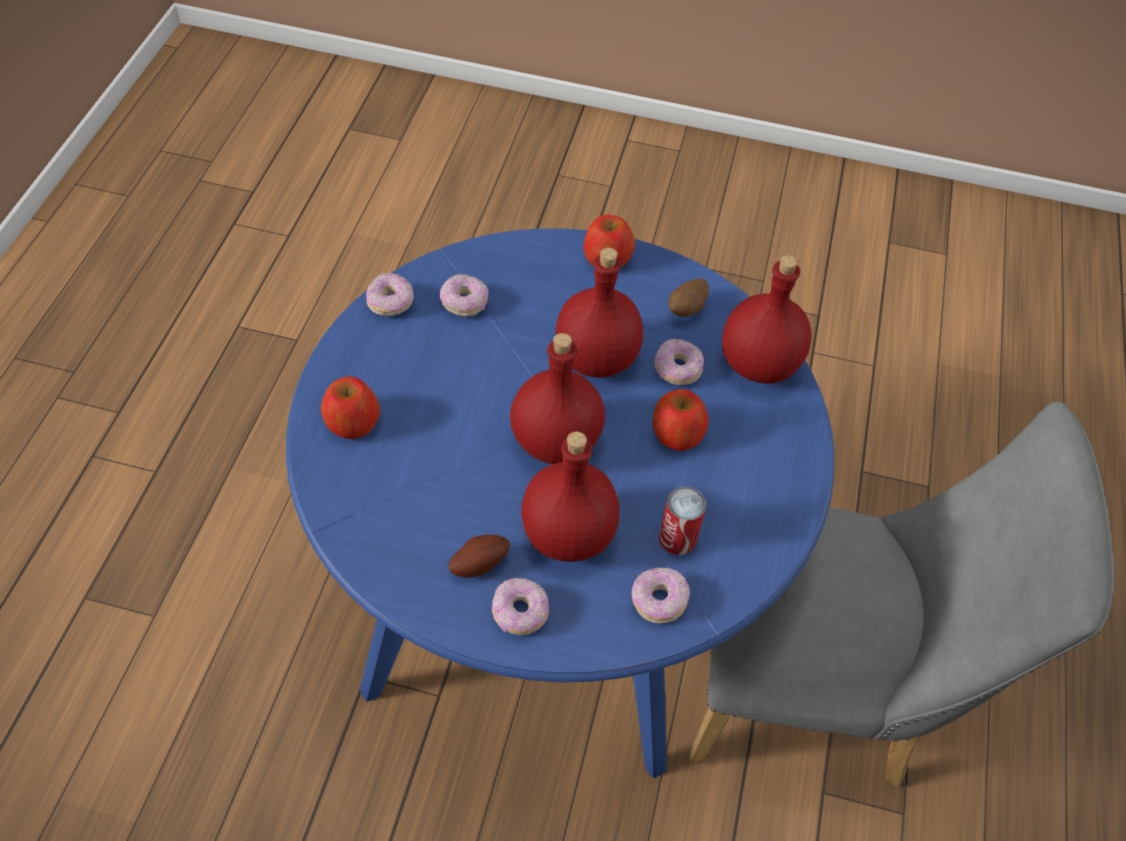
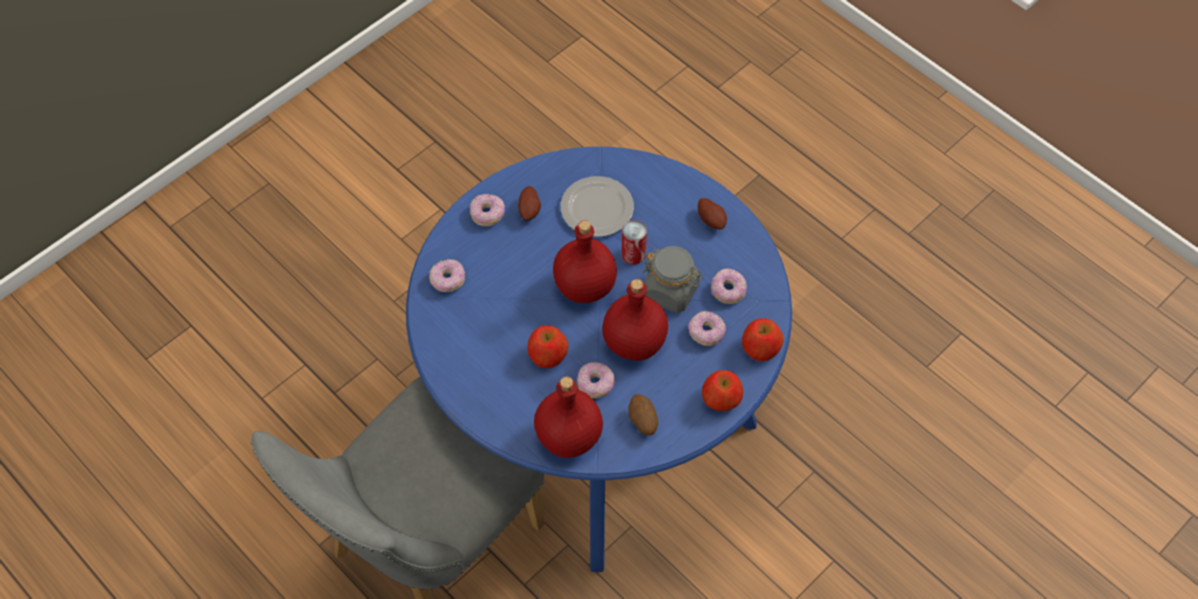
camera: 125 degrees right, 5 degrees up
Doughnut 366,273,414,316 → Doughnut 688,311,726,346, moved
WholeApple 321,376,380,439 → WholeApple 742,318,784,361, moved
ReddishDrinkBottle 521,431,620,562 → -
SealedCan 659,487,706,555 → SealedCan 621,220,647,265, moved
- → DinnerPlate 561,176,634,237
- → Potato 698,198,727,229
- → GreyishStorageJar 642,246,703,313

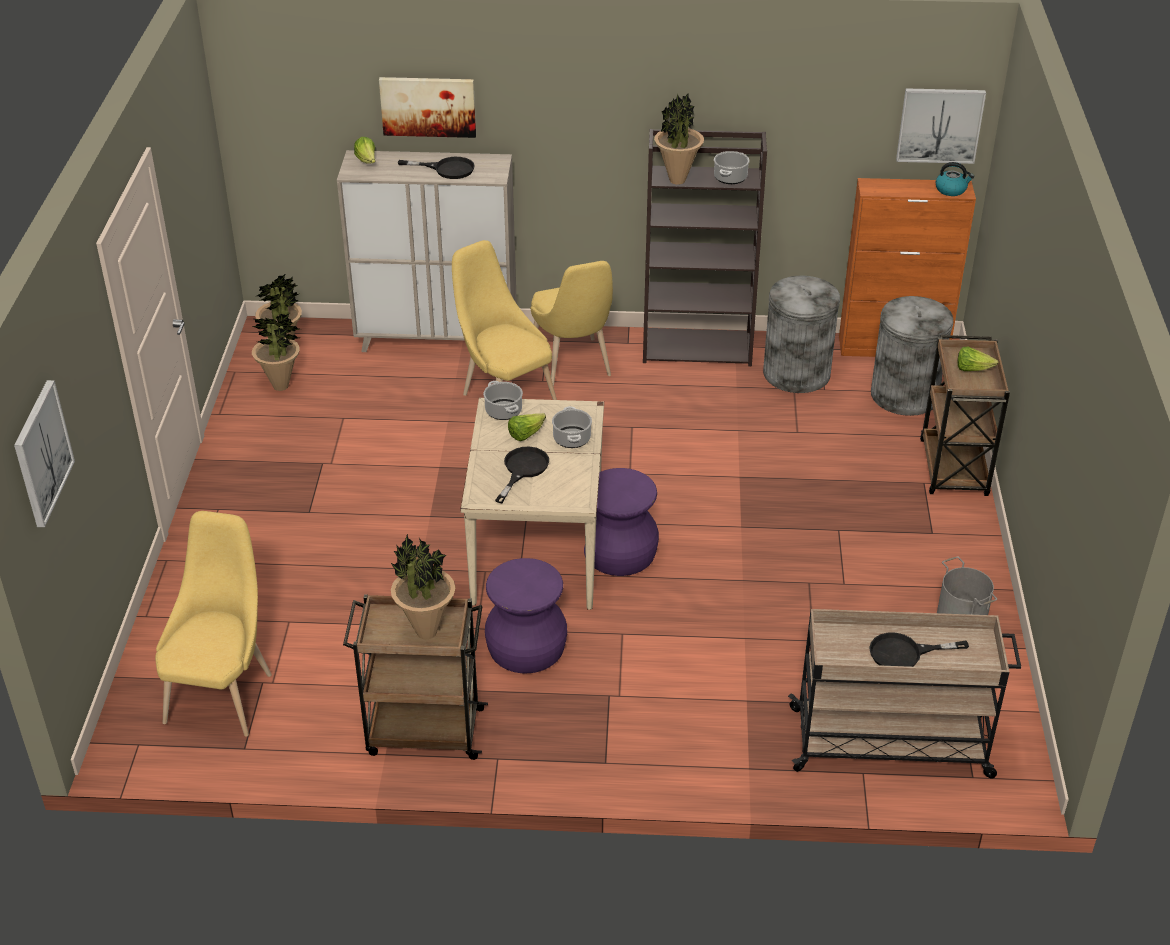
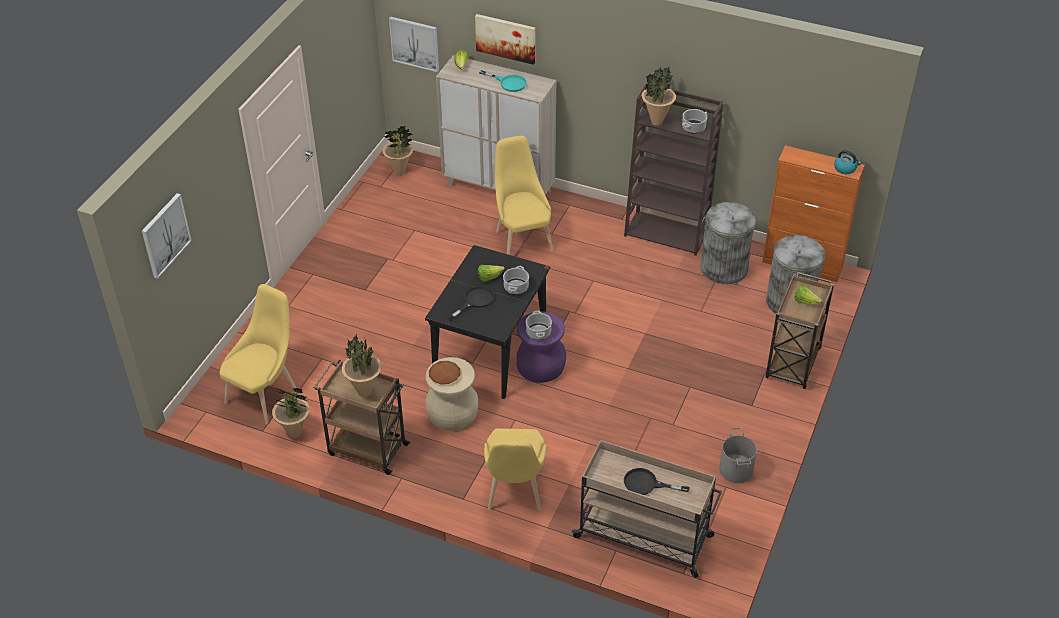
camera: 20 degrees right, 5 degrees up
WallPicture 896,88,986,164 → WallPicture 389,17,439,72, moved
BlackPan 398,157,475,179 → BlueGreenPan 479,70,527,92
YellowColouredUprightChair 531,261,613,387 → YellowColouredUprightChair 484,428,546,511, moved
Houseplant 252,314,299,391 → Houseplant 272,387,309,438, moved
CookingPot 483,381,523,420 → CookingPot 526,310,552,340, moved
BeigeKitchenTable 460,398,604,610 → BlackKitchenTable 425,245,550,399
PurpleSittingStool 485,558,567,673 → BeigeSittingStool 425,357,478,431
- → BrownColouredDinnerPlate 429,361,461,384

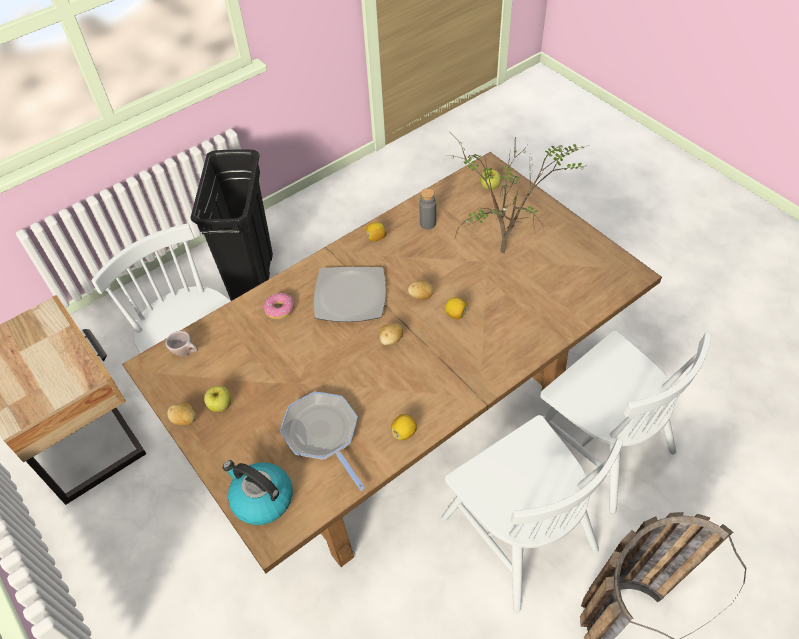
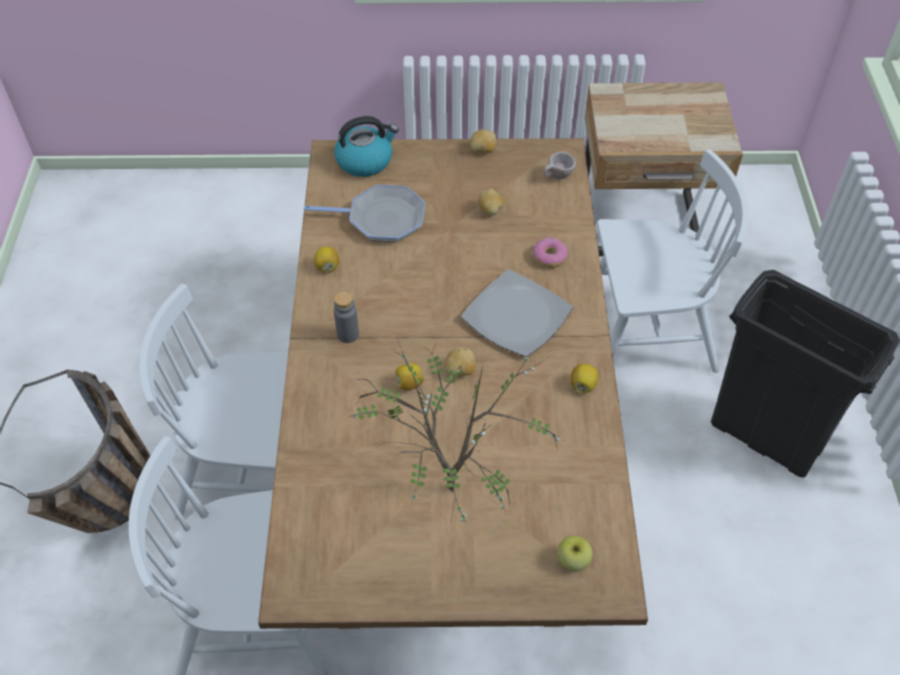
camera: 125 degrees right, 0 degrees up
GreyishDrinkBottle 419,188,436,229 → GreyishDrinkBottle 334,291,359,343, moved
Potato 379,323,403,346 → Potato 478,189,504,216, moved
WholeApple 204,386,231,412 → -

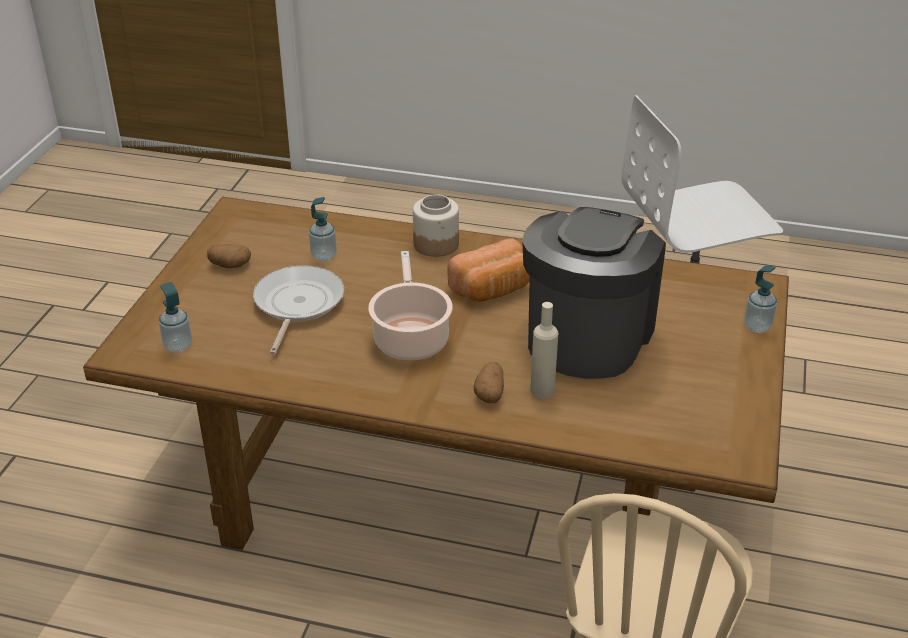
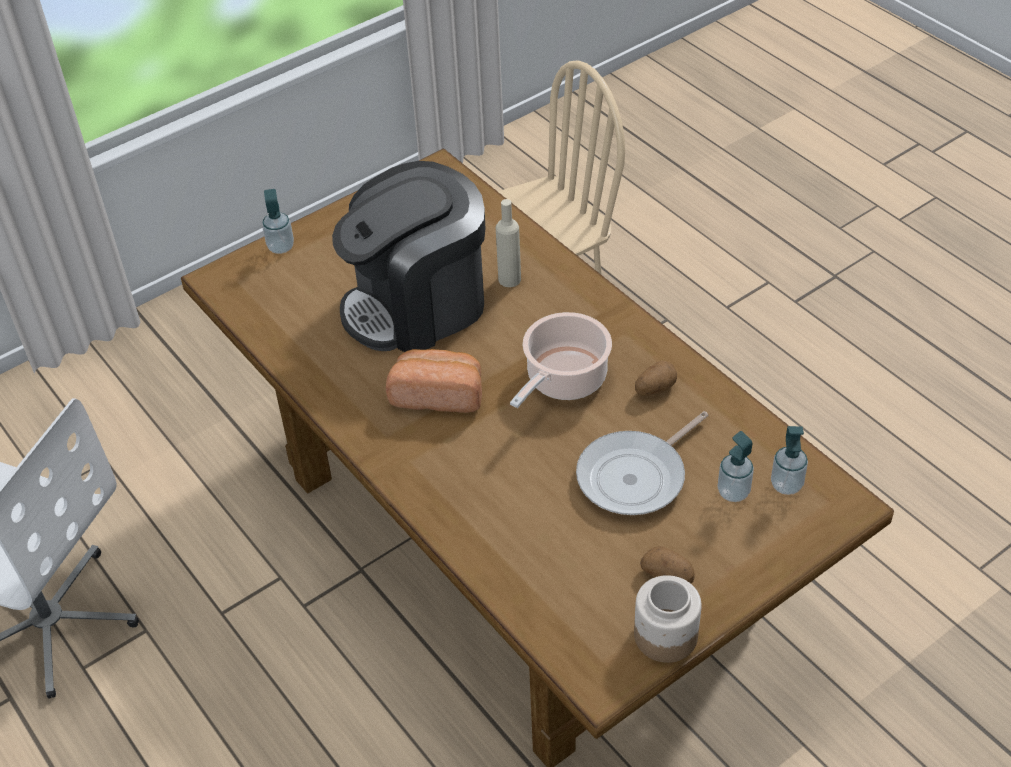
camera: 140 degrees left, 10 degrees up
StorageJar 413,194,459,257 → StorageJar 634,575,702,663, moved
LiquidSoapBottle 309,197,337,262 → LiquidSoapBottle 717,431,754,502, moved
Potato 474,362,504,404 → Potato 635,360,677,396, moved

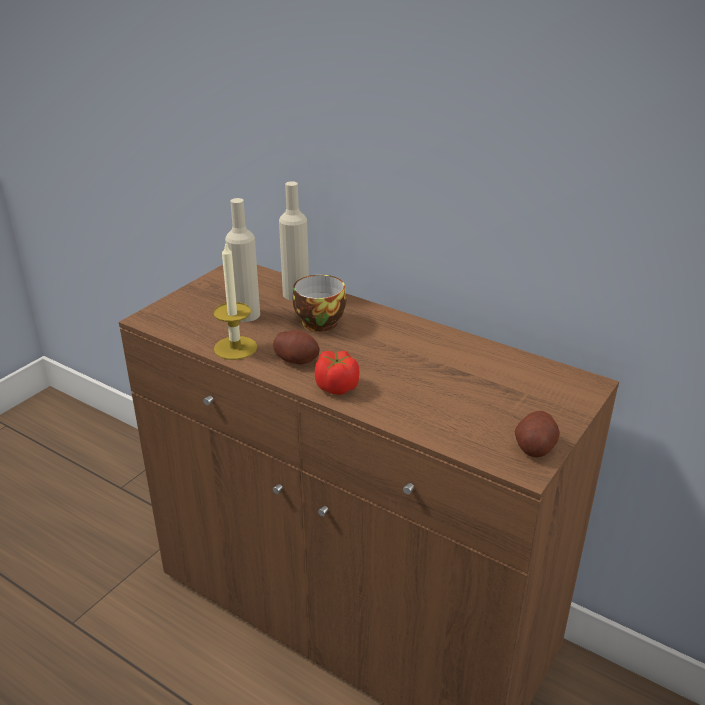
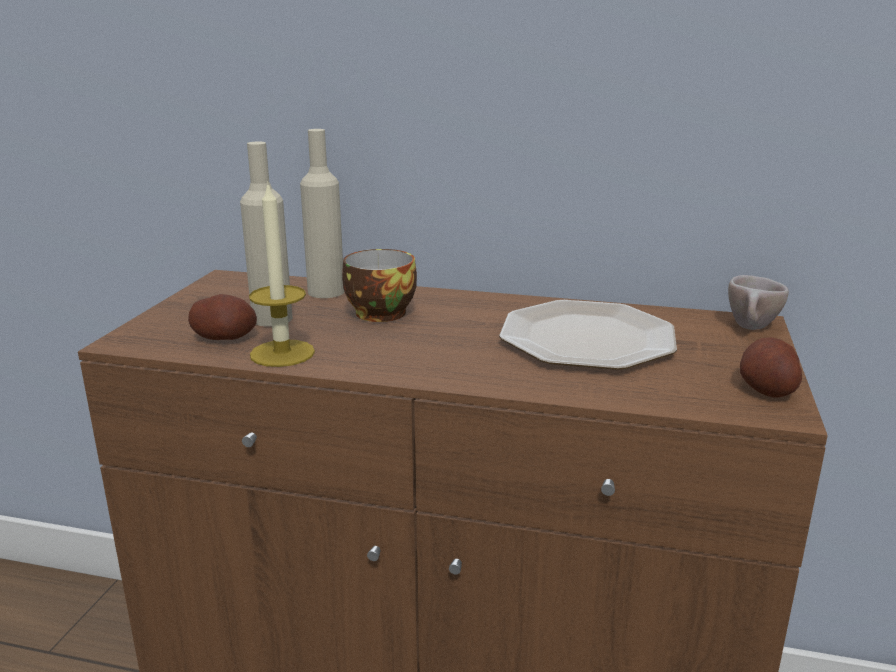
camera: 20 degrees left, 10 degrees down
Potato 273,330,320,365 → Potato 188,294,257,340, moved
WholeTomato 315,351,359,395 → -
- → BeigeDrinkingCup 728,275,789,330
- → DinnerPlate 499,300,677,370

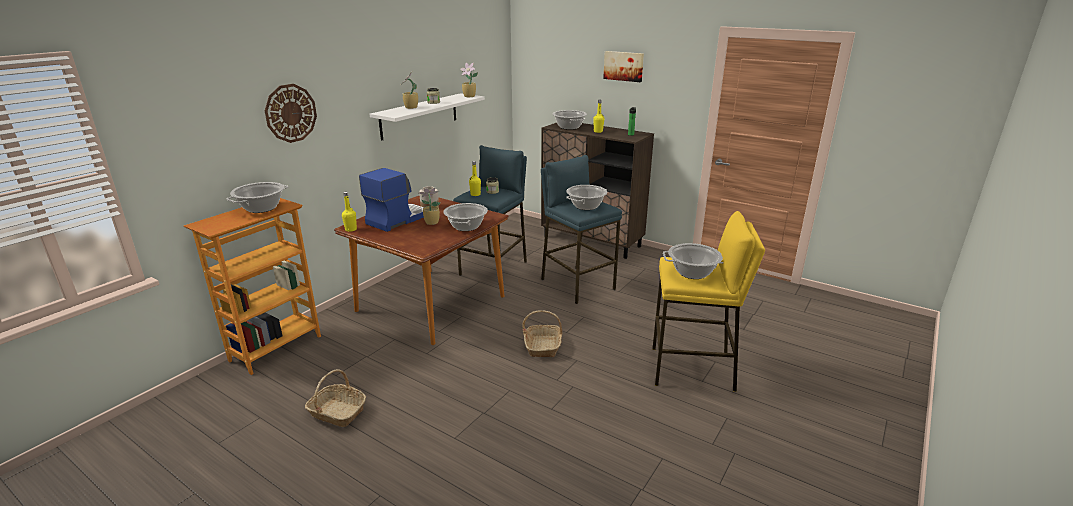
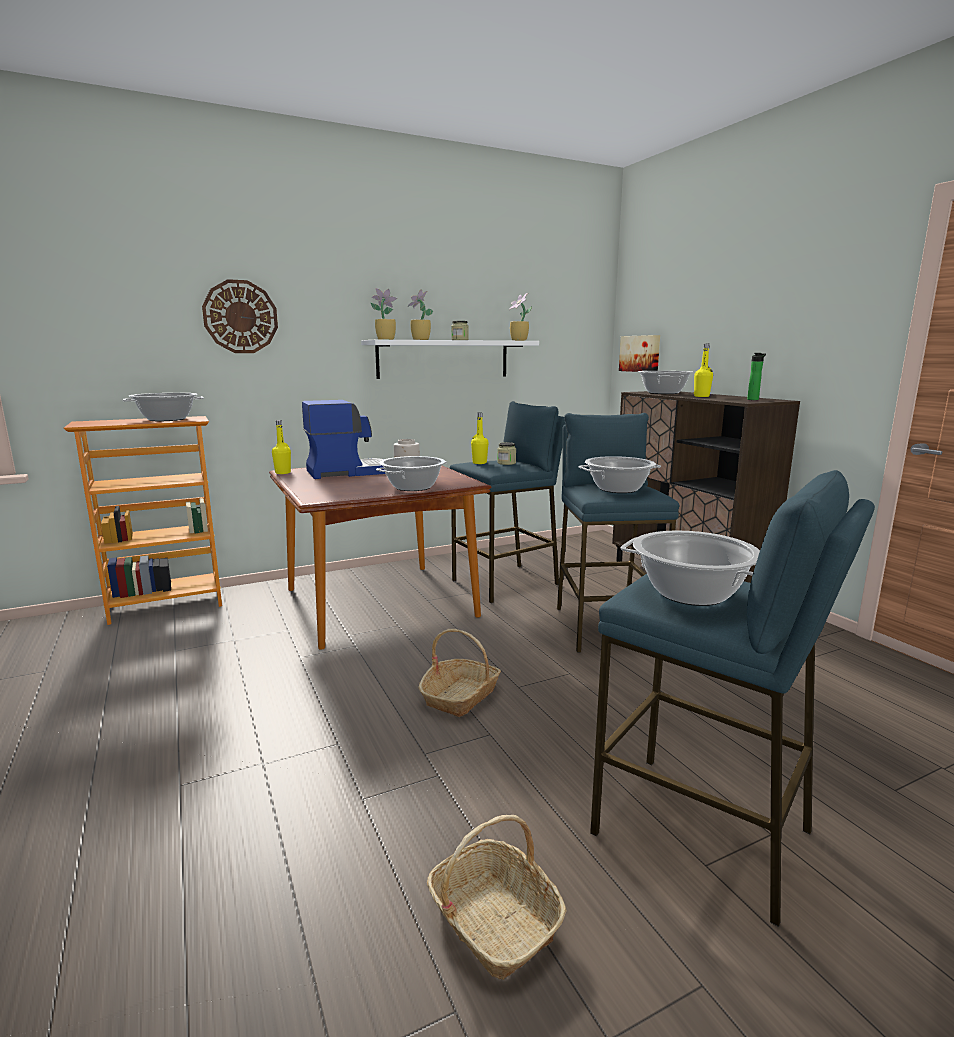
camera: 30 degrees right, 10 degrees down
WallPicture 603,51,644,82 → WallPicture 619,335,660,372, moved
Houseplant 418,188,440,225 → Houseplant 370,288,397,340, moved
YellowColouredSittingStool 652,211,765,392 → BlueSittingStool 590,470,875,927
StorageBasket 305,369,366,427 → StorageBasket 427,815,567,980, moved

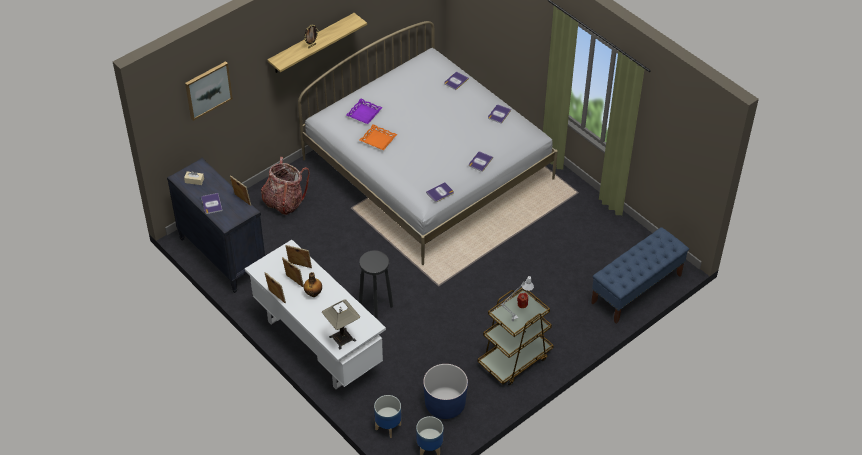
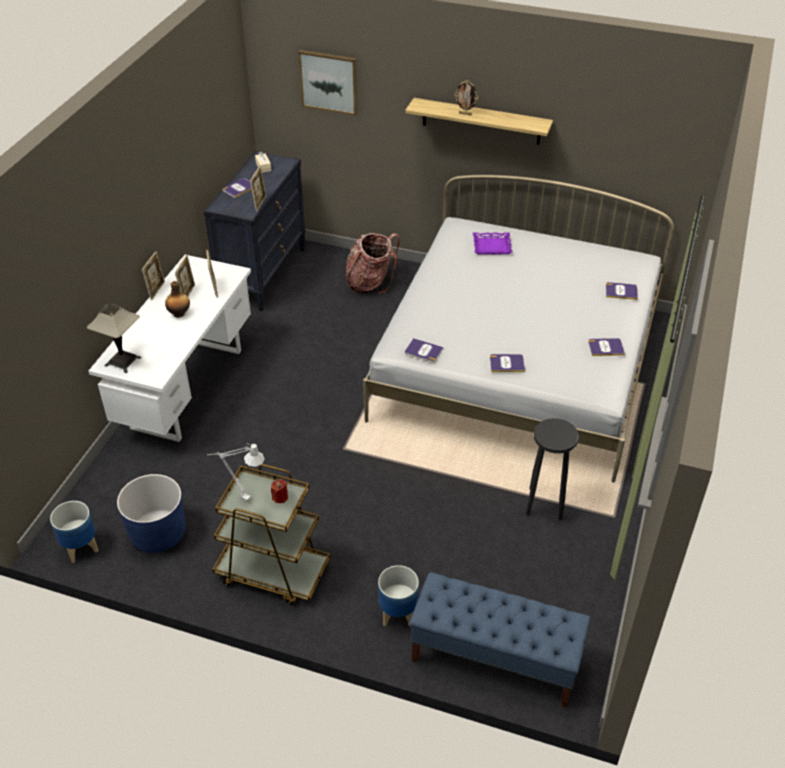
camera: 60 degrees right, 5 degrees down
OrangeyServingTray 360,124,397,150 → -
BlackSittingStool 359,250,393,320 → BlackSittingStool 526,418,579,521, moved
FlowerPot 374,395,401,438 → FlowerPot 378,565,419,626, moved

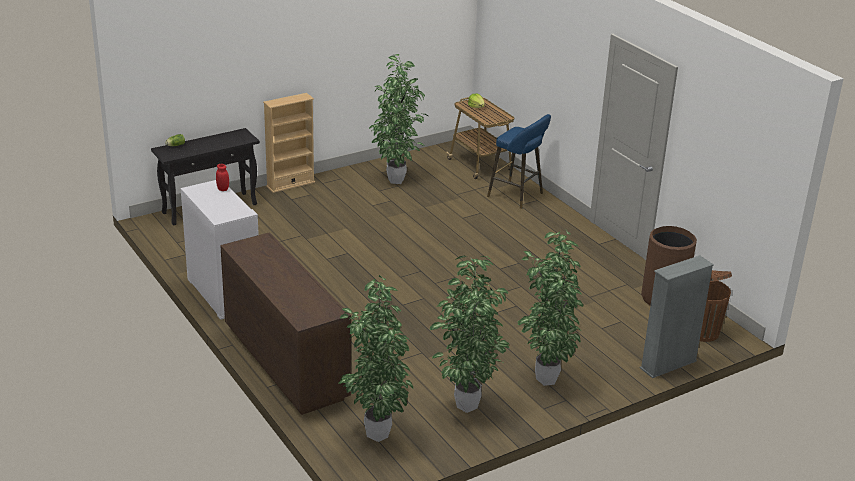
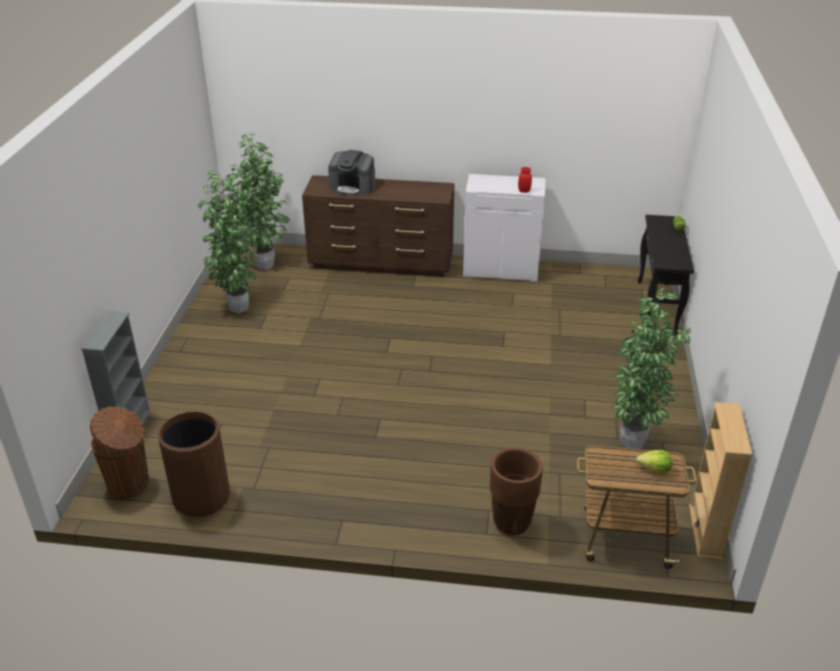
camera: 130 degrees right, 5 degrees up
BeigeBookcase 263,93,315,193 → BeigeBookcase 689,402,753,560, moved
BlueSittingStool 487,114,551,209 → BrownColouredFlowerPot 490,447,543,535
Houseplant 517,230,584,386 → -
- → CoffeeMachine 328,150,375,196

